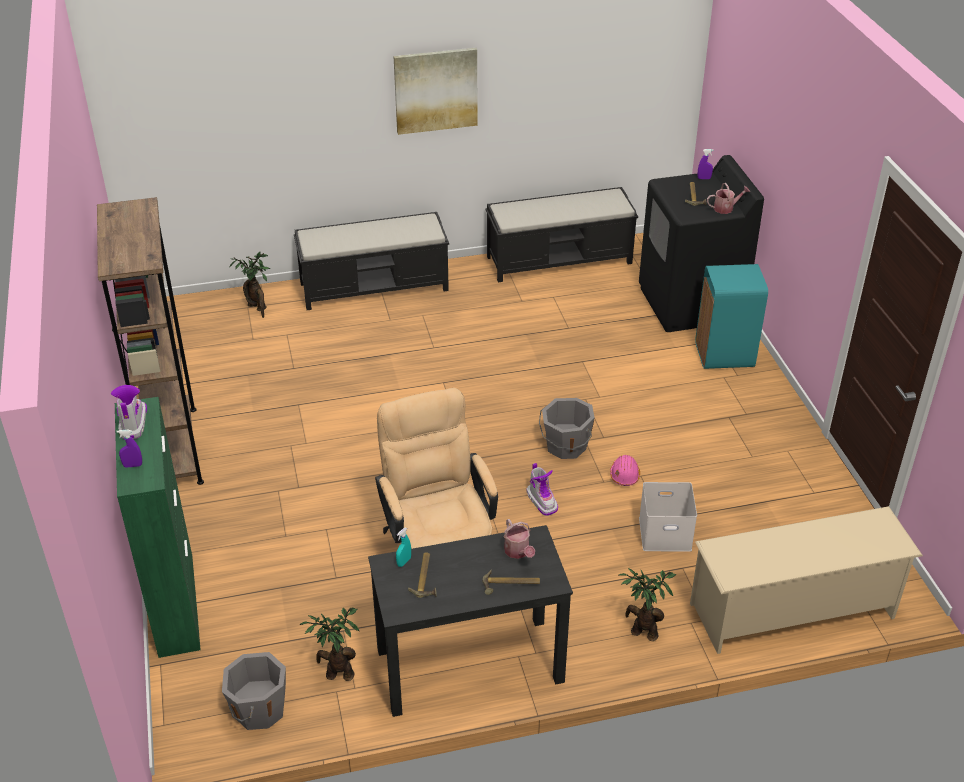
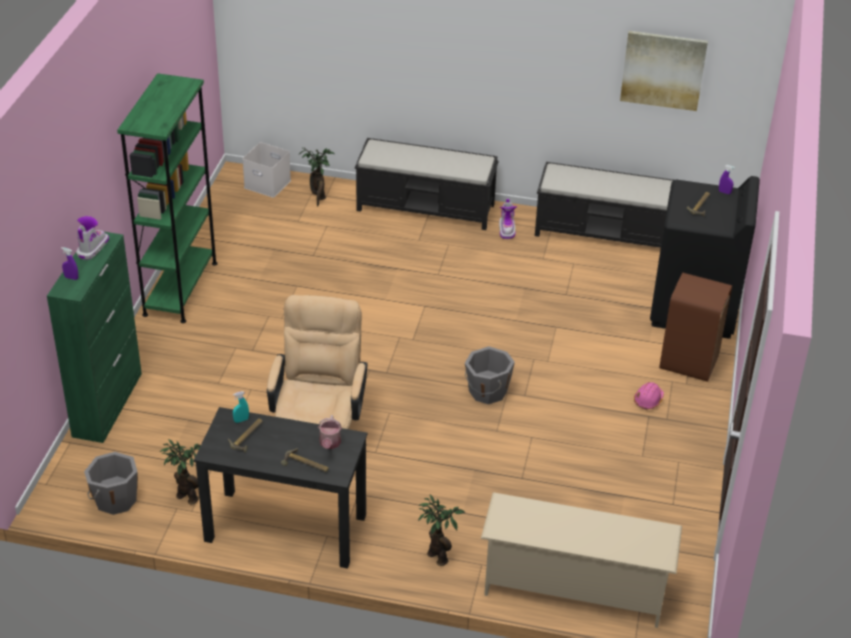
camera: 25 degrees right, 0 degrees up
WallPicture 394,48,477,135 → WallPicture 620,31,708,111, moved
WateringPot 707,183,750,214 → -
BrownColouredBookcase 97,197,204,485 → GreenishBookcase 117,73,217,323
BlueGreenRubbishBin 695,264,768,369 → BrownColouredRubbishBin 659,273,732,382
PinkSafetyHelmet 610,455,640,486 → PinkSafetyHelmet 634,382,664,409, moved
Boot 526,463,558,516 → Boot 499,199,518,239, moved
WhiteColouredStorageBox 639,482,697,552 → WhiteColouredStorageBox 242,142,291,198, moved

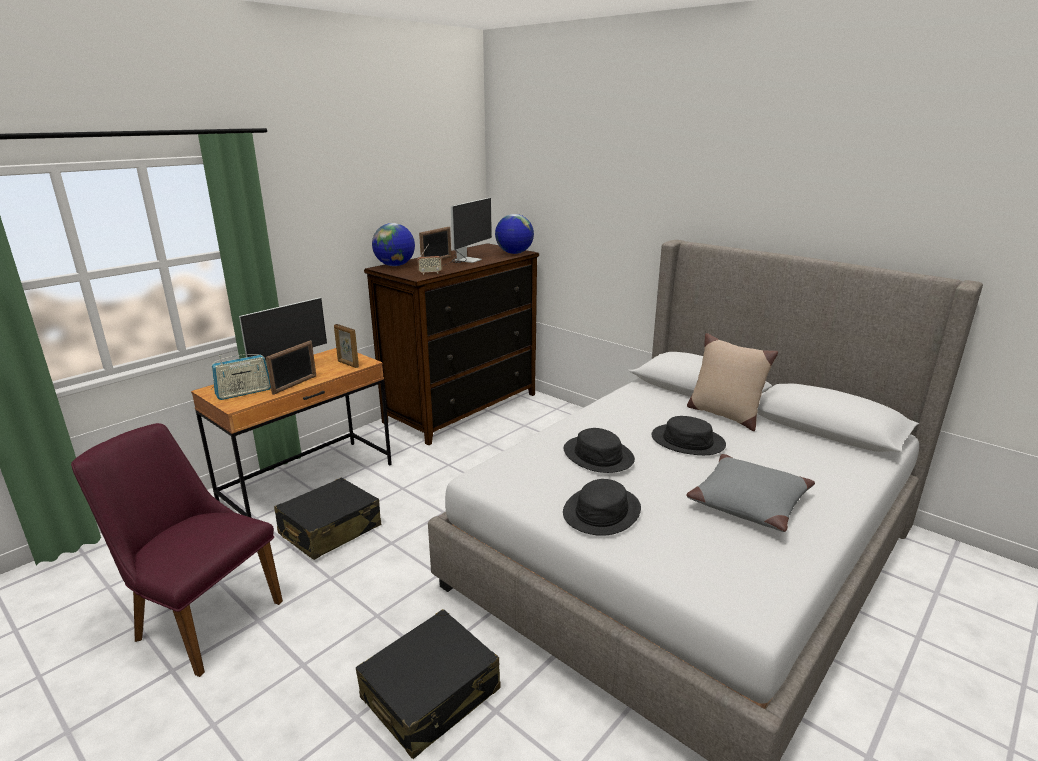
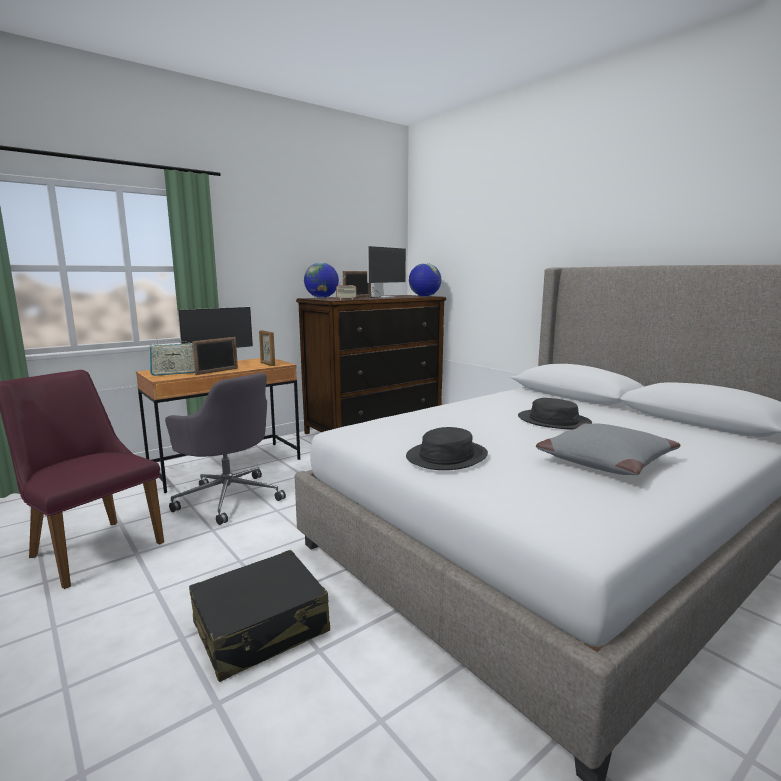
camera: 10 degrees right, 10 degrees down
BeigePillow 687,333,778,431 → -
BlackHat 564,428,635,473 → -
BlackTravelCase 274,478,381,560 → GreyishDeskChair 165,373,286,525

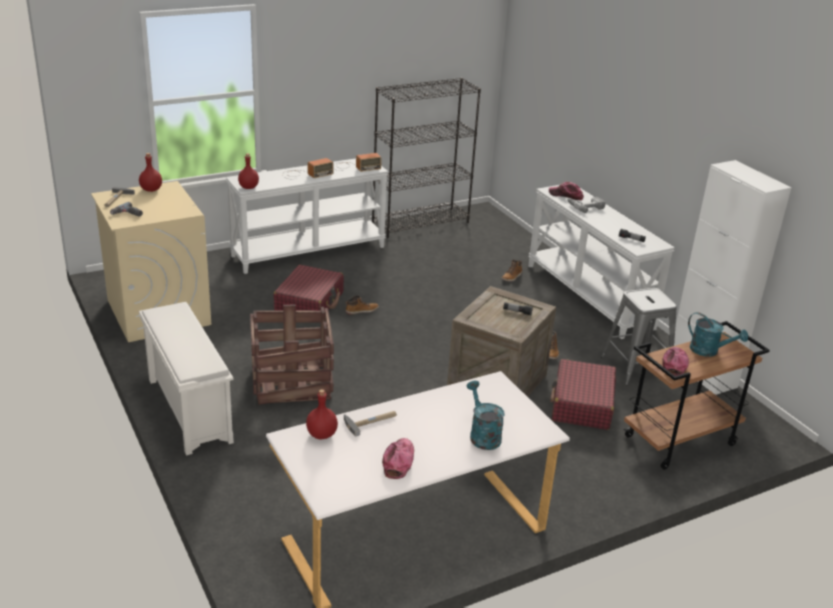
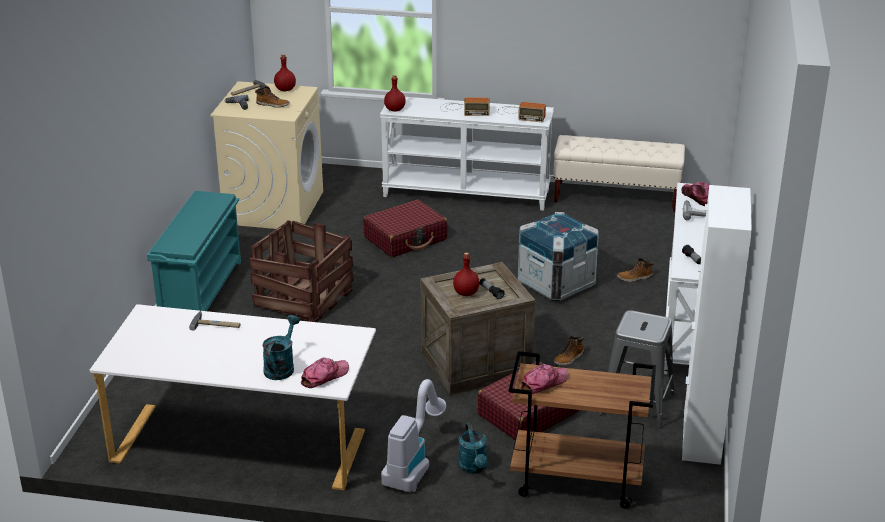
camera: 40 degrees right, 0 degrees up
BlackBookcase 372,78,481,238 → BeigeBench 553,135,685,212
Boot 345,296,379,315 → Boot 255,86,289,108, moved
WhiteColouredShoeRack 139,302,234,456 → BlueGreenShoeRack 147,191,241,311
BlueGreenWateringPot 688,312,748,357 → BlueGreenWateringPot 458,423,487,474, moved
ReddishDrinkBottle 306,389,338,440 → ReddishDrinkBottle 453,252,479,296, moved
Cap 382,438,414,479 → Cap 301,357,349,388, moved
- → ShippingCrate 518,212,599,301
- → VacuumCleaner 381,379,446,492

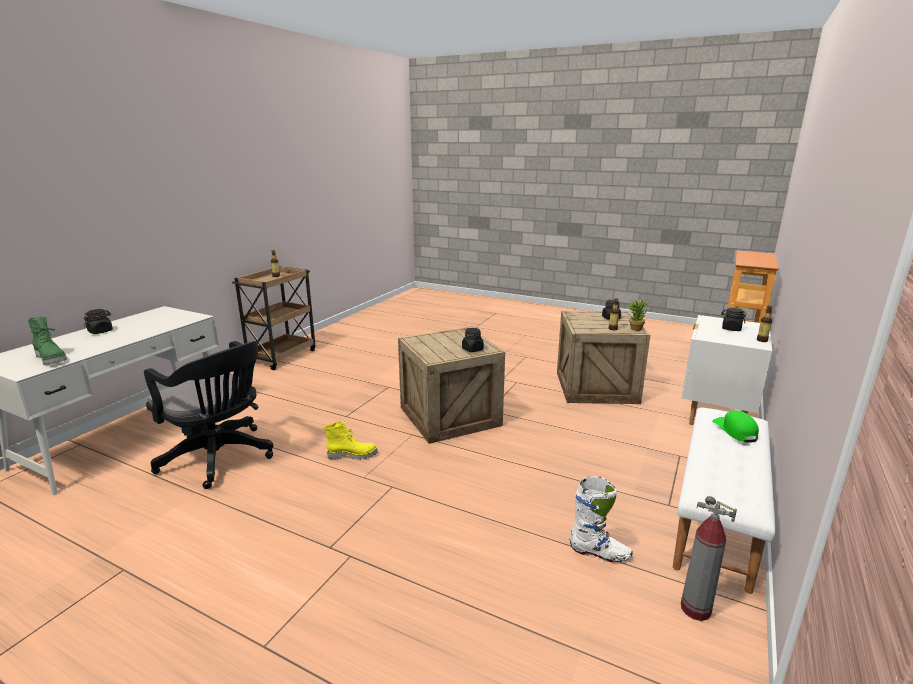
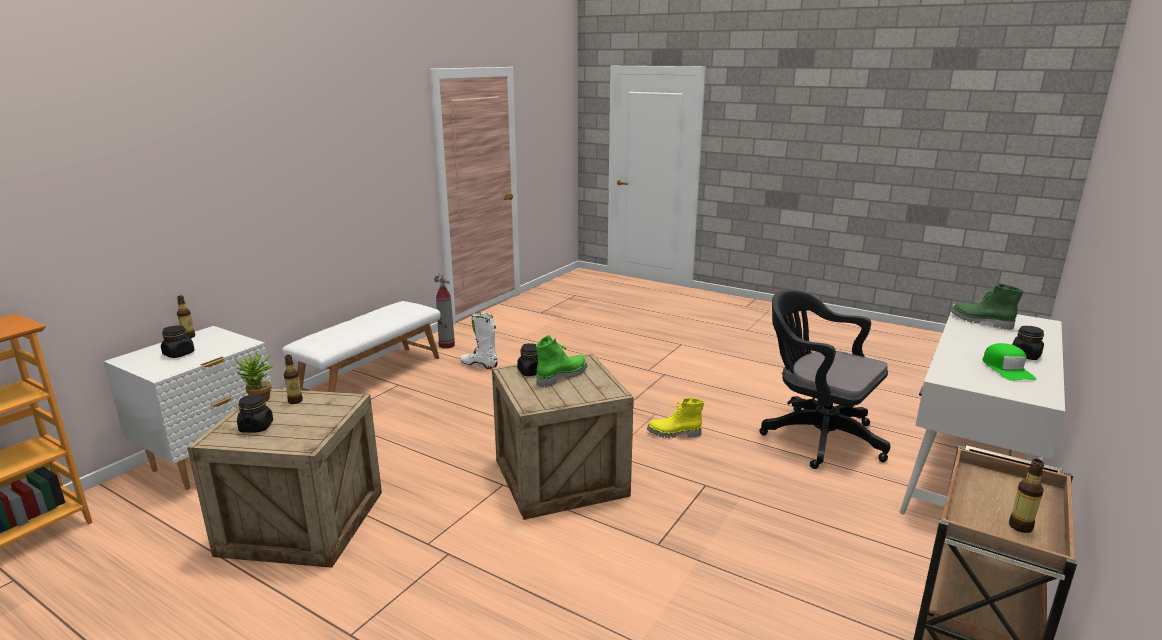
camera: 175 degrees left, 0 degrees up
GreenishCap 712,410,759,443 → GreenishCap 982,343,1037,381, moved
- → GreenishBoot 536,335,587,387

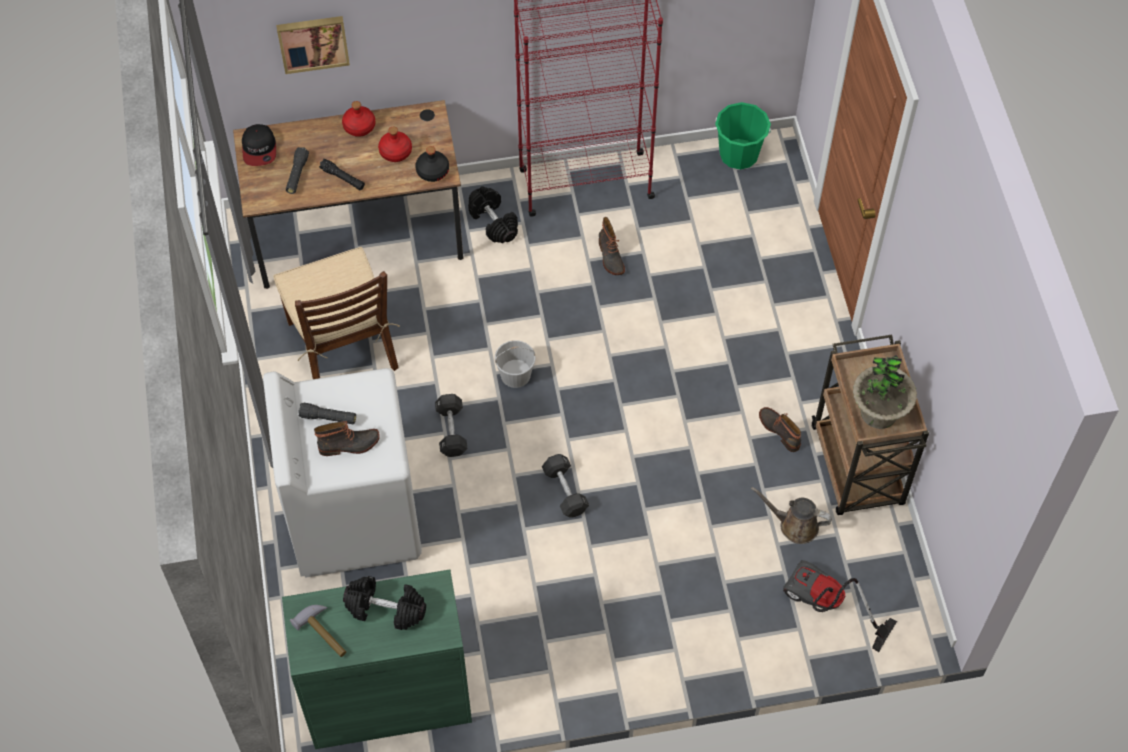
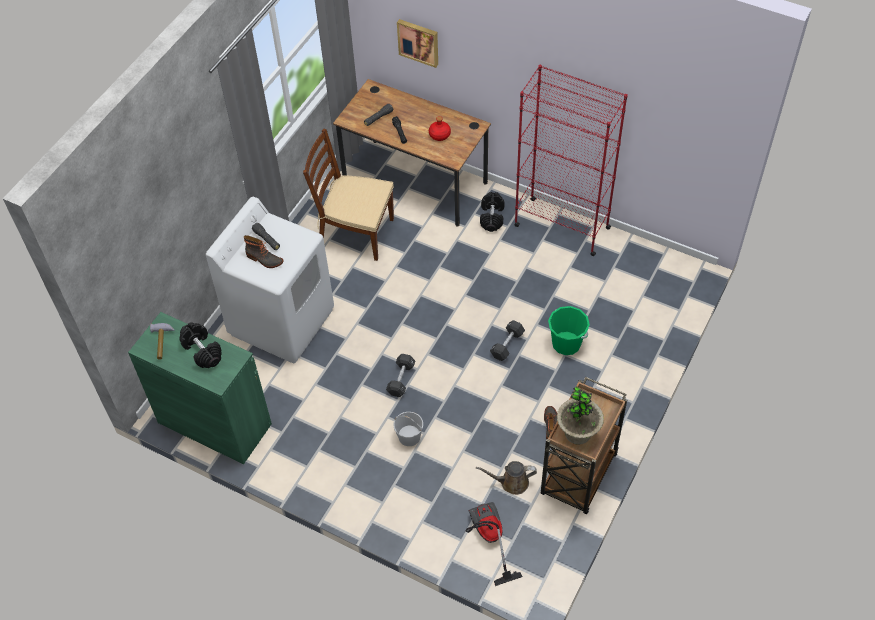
camera: 40 degrees right, 5 degrees down
ReddishDrinkBottle 342,101,375,137 → -
GreenishWaterBucket 715,102,771,170 → GreenishWaterBucket 548,306,590,355, moved
Cap 242,124,276,166 → -
BlackDrinkBottle 415,146,449,182 → -
Boot 599,217,625,275 → -
BrownColouredUprightChair 273,247,400,379 → BrownColouredUprightChair 303,129,394,261, 90 degrees clockwise
WhiteColouredWaterBucket 495,340,535,388 → WhiteColouredWaterBucket 394,412,423,446, moved
BlackDumbbell 435,394,467,457 → BlackDumbbell 490,320,525,361, moved
BrownColouredWateringPot 751,487,832,544 → BrownColouredWateringPot 476,461,537,495, 60 degrees counterclockwise

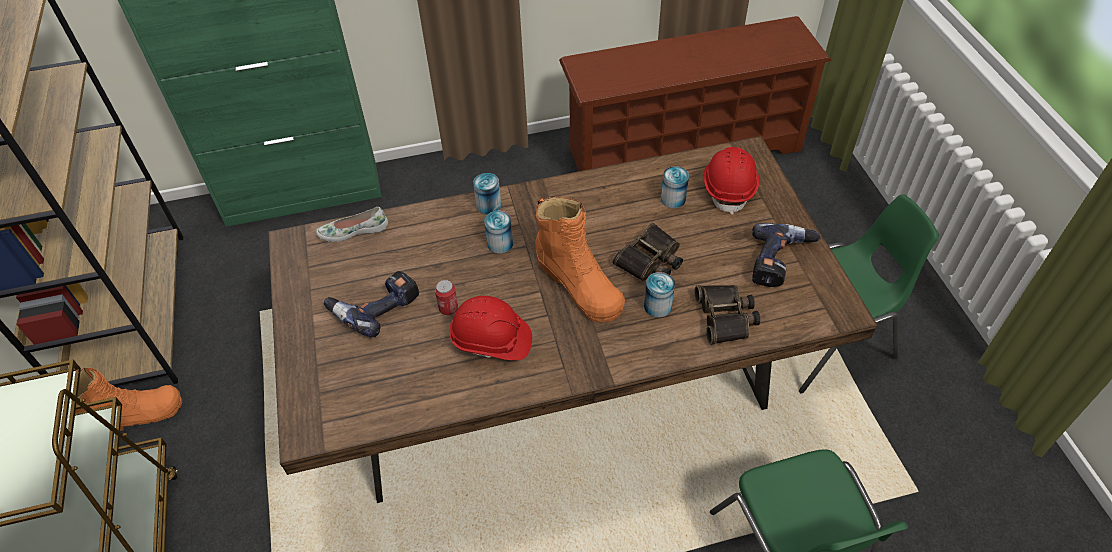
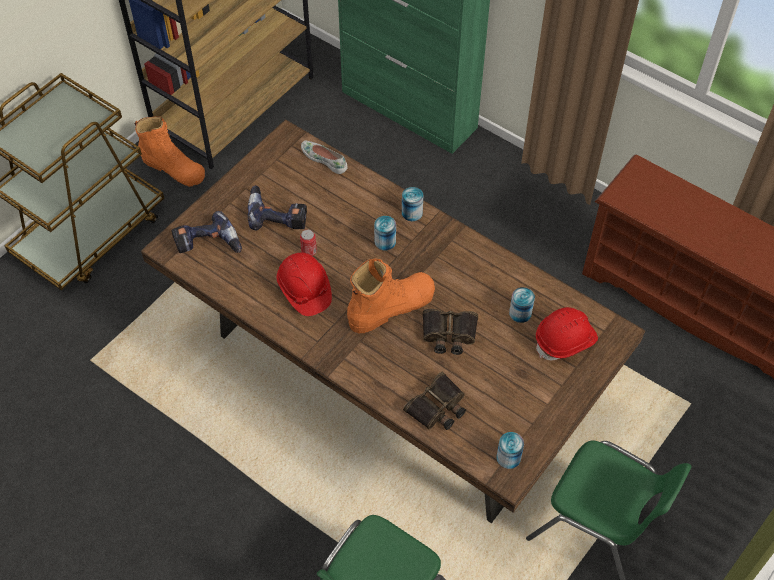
camera: 50 degrees right, 5 degrees up
OrangeyBoot 535,197,625,322 → OrangeyBoot 347,259,435,333, 135 degrees counterclockwise
ElectricDrill 752,223,821,287 → ElectricDrill 172,211,242,253, moved
SealedCan 644,272,675,318 → SealedCan 497,432,524,469, moved

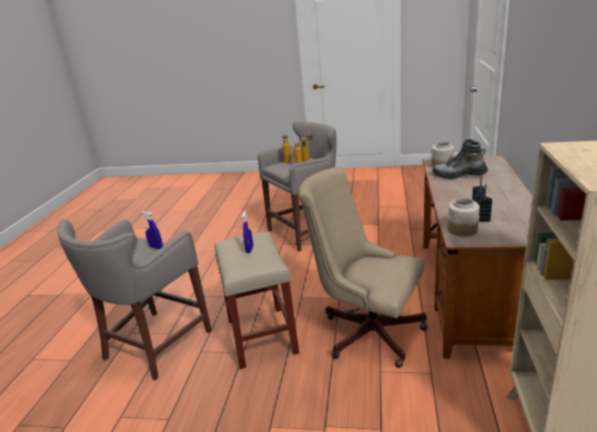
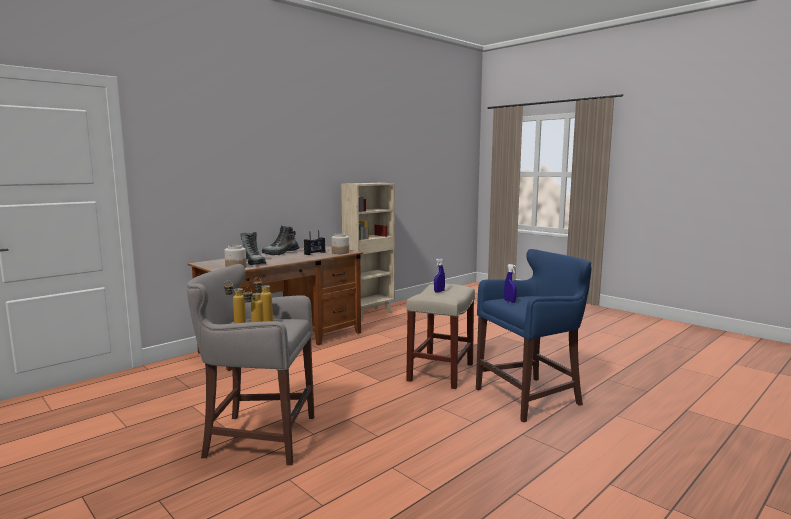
camera: 145 degrees left, 15 degrees down
BeigeDeskChair 299,167,428,368 → -
GreyishSittingStool 58,219,212,380 → BlueSittingStool 476,249,592,422
- → Boot 262,226,299,255

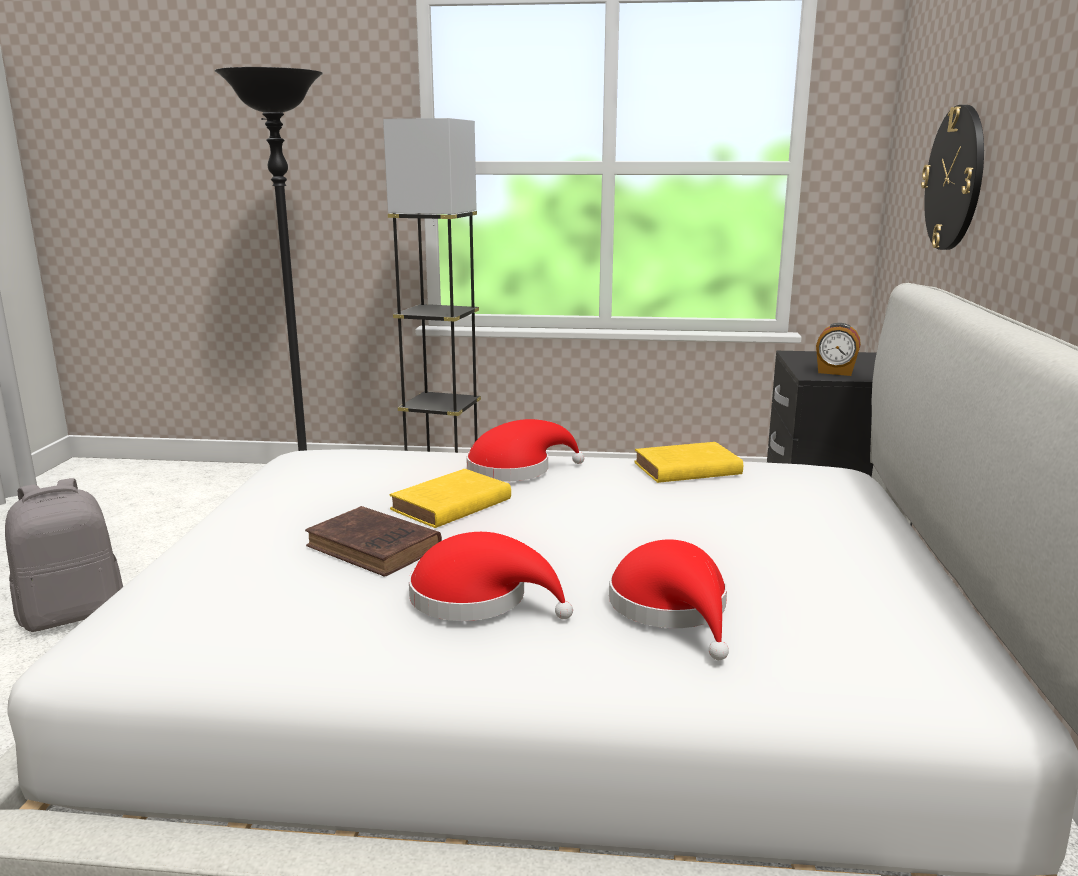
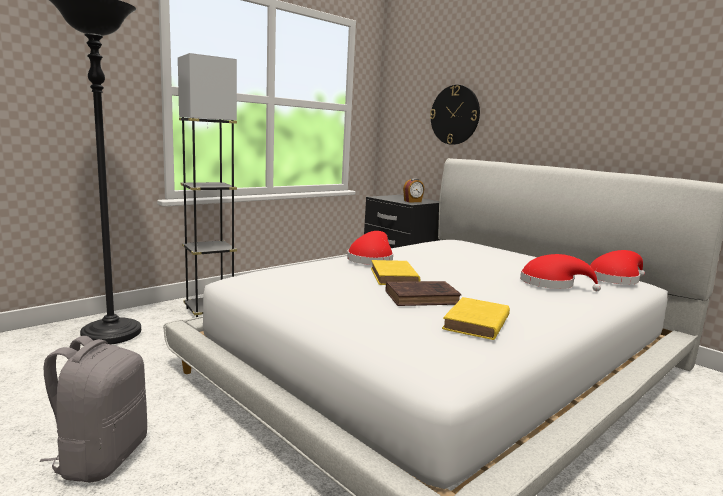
camera: 50 degrees left, 5 degrees down
YellowColouredBook 634,442,743,483 → YellowColouredBook 442,297,510,340, moved
ReddishHat 409,532,573,621 → ReddishHat 590,250,645,285, moved

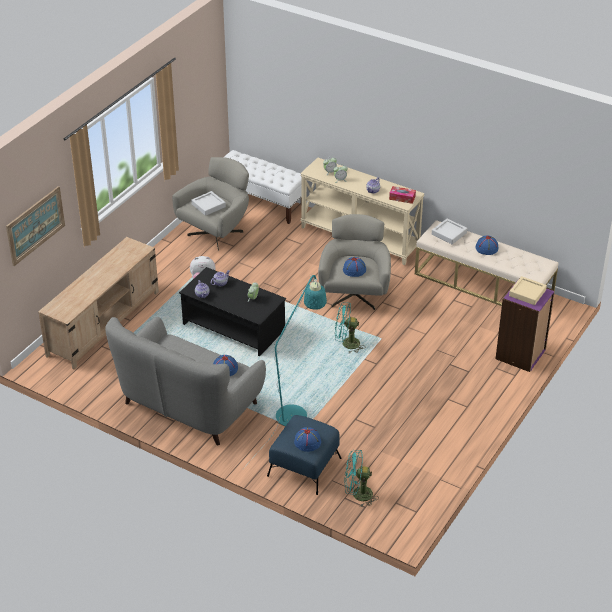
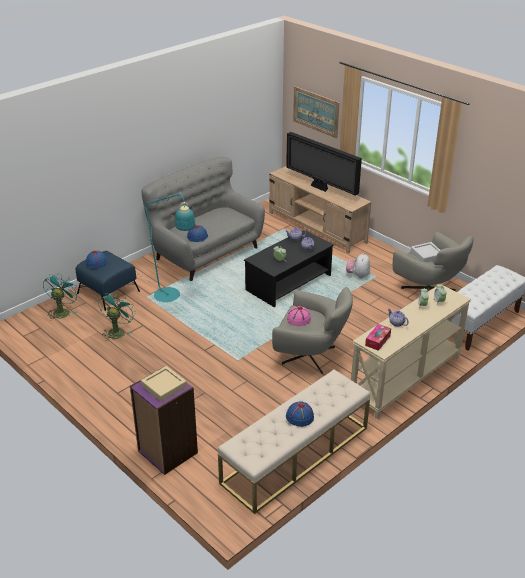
camera: 105 degrees right, 5 degrees down
GreyishServingTray 432,219,467,244 → -
BlueHat 343,257,366,277 → PinkHat 287,306,311,326
BlueGreenFan 335,302,364,353 → BlueGreenFan 99,292,136,341, moved
- → Television 286,132,362,196

